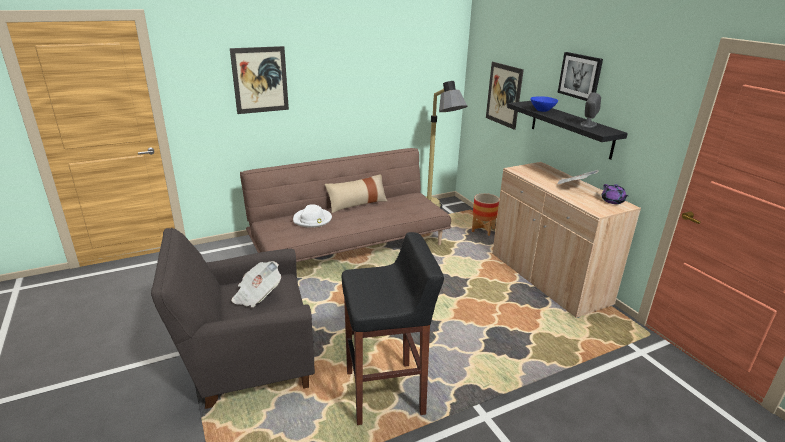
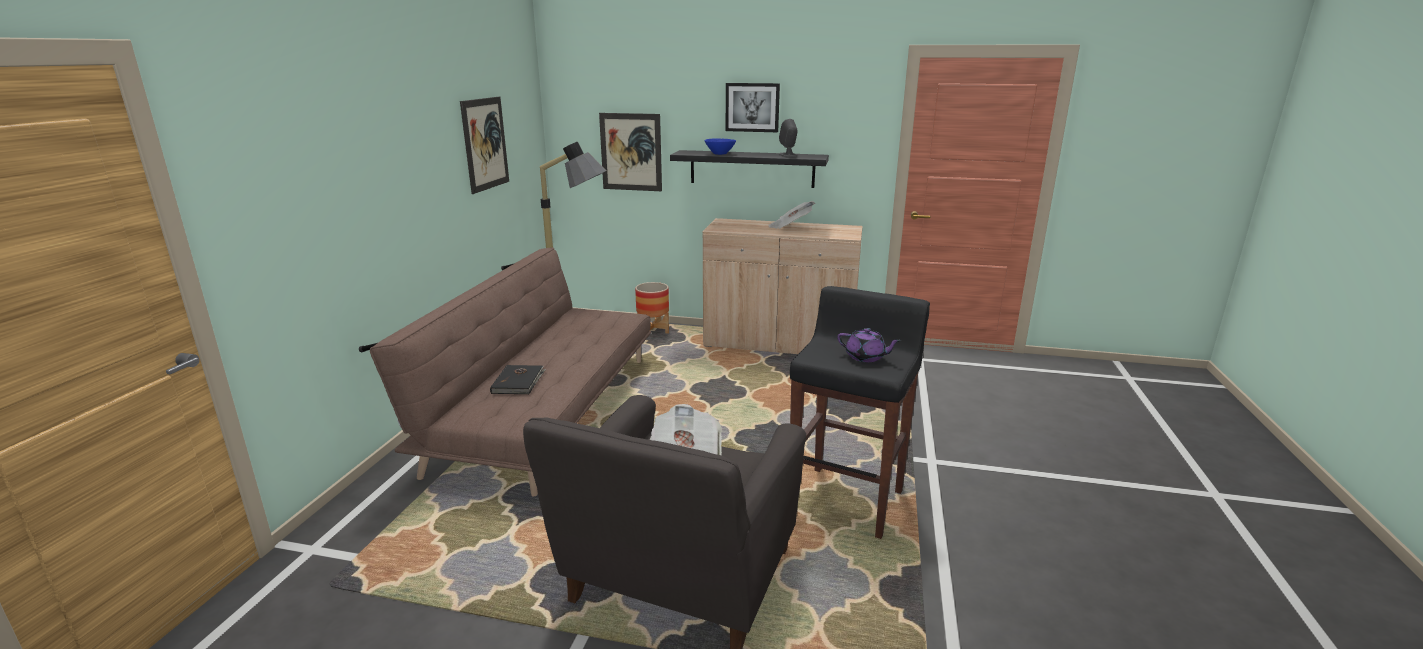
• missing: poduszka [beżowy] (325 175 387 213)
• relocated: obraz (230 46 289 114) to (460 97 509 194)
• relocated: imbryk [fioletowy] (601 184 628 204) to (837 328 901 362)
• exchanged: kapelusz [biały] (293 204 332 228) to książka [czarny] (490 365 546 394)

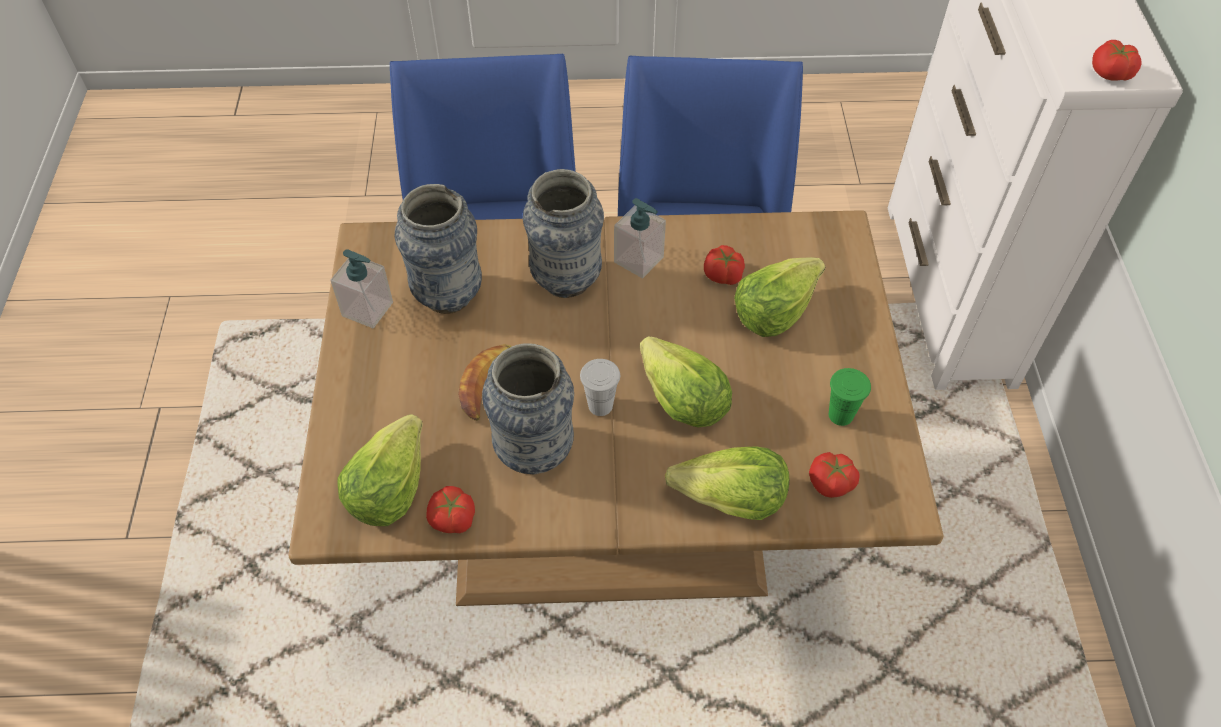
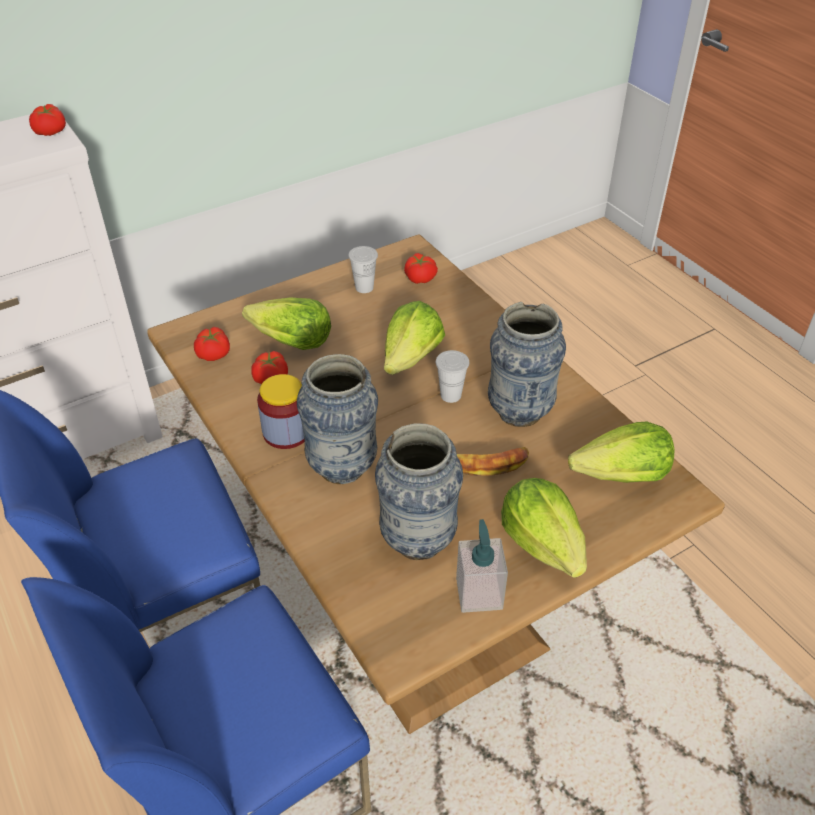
• relocated: pomidor (426 486 475 533) to (194 327 230 361)
• relocated: sałata (665 446 789 520) to (501 478 587 578)
• exchanged: dozownik mydła (614 198 666 278) to słoik (257 374 305 449)
• colour: filiżanka [zielony] (829 368 871 426) to filiżanka [biały] (348 246 378 293)

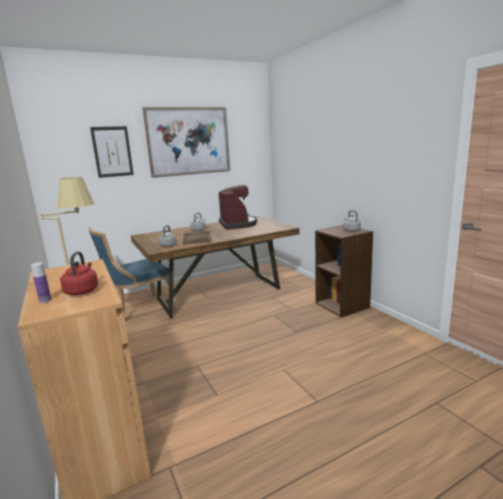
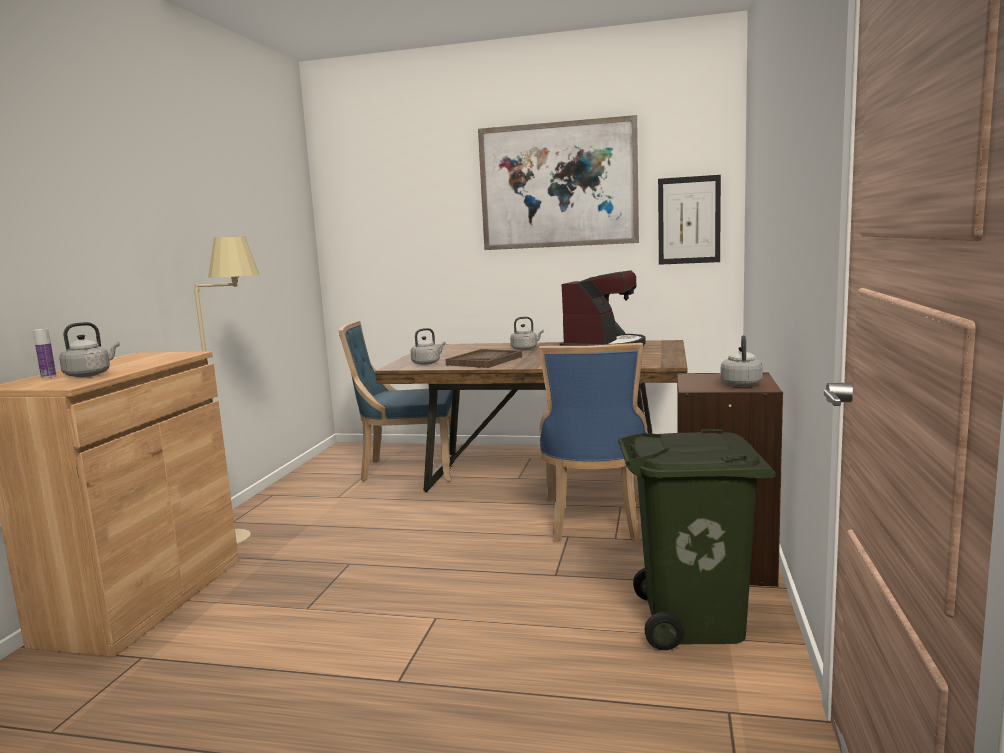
• appeared: krzesło [niebieski] (539 343 647 542)
• appeared: kosz na śmieci [zielony] (618 429 776 650)
• relocated: obraz (90 126 134 178) to (658 175 721 265)
• colour: czajnik [czerwony] (60 251 98 295) to czajnik [szary] (59 322 120 377)

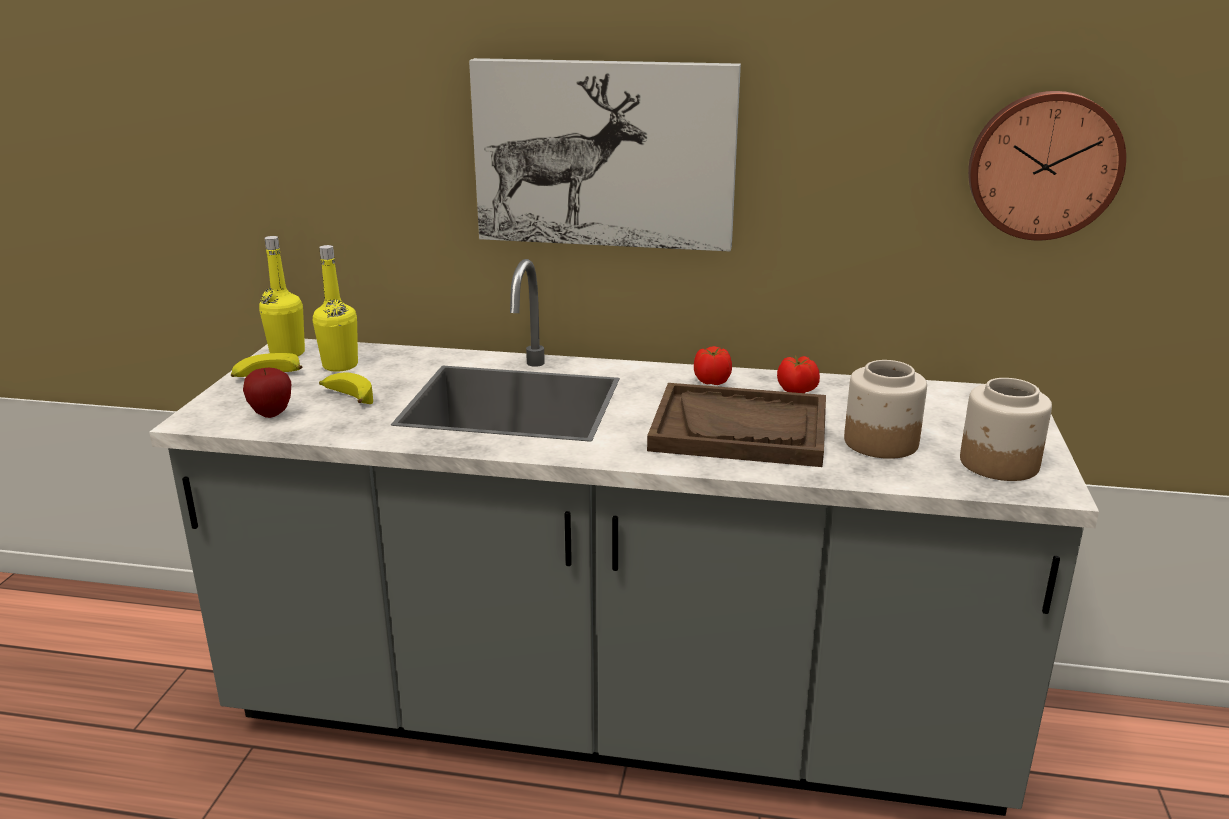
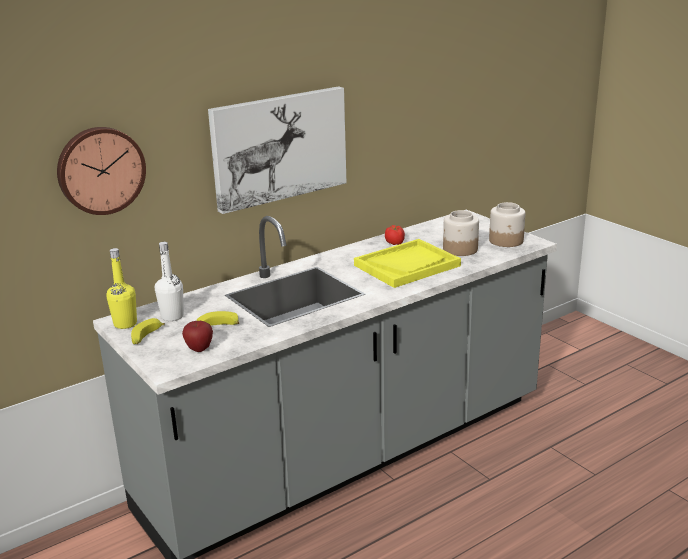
• missing: pomidor (694 346 732 385)
• relocated: zegar ścienny (968 91 1126 241) to (57 127 146 215)
• colour: butelka [żółty] (313 245 358 371) to butelka [biały] (155 242 184 321)
• colour: taca [brązowy] (647 383 826 467) to taca [żółty] (354 239 461 288)

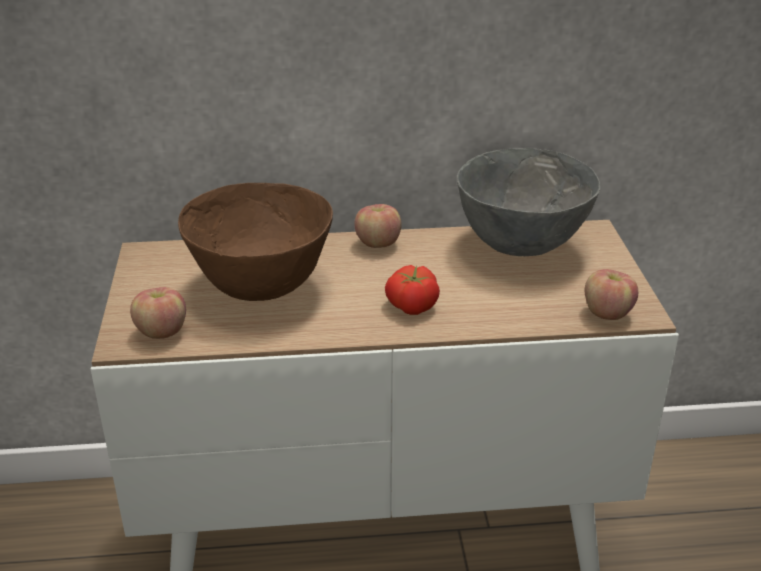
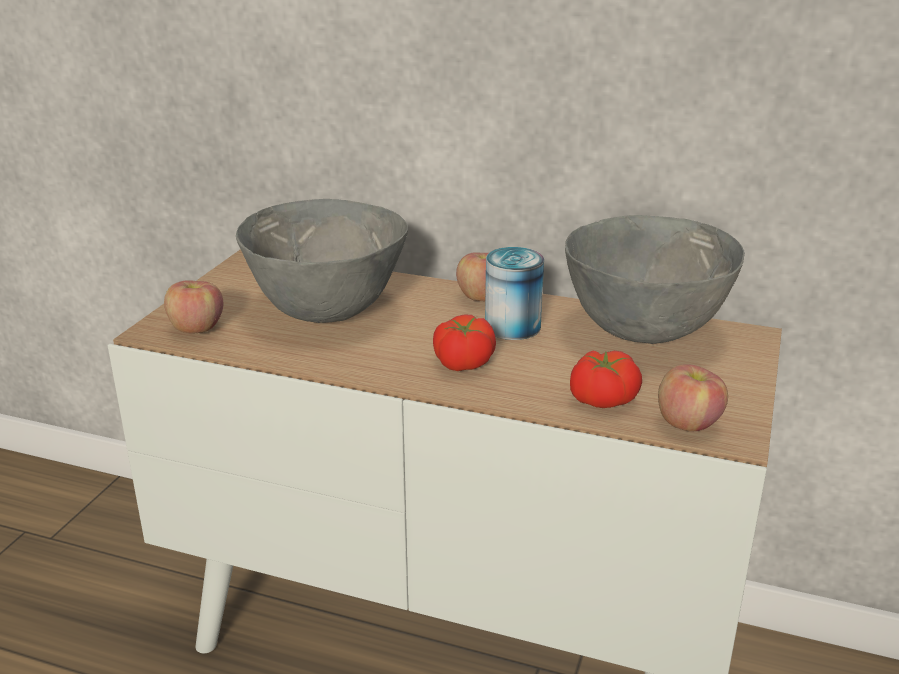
• appeared: puszka (485 247 544 340)
• appeared: pomidor (570 351 642 408)
• colour: miska [brązowy] (178 183 333 301) to miska [szary] (236 199 408 323)

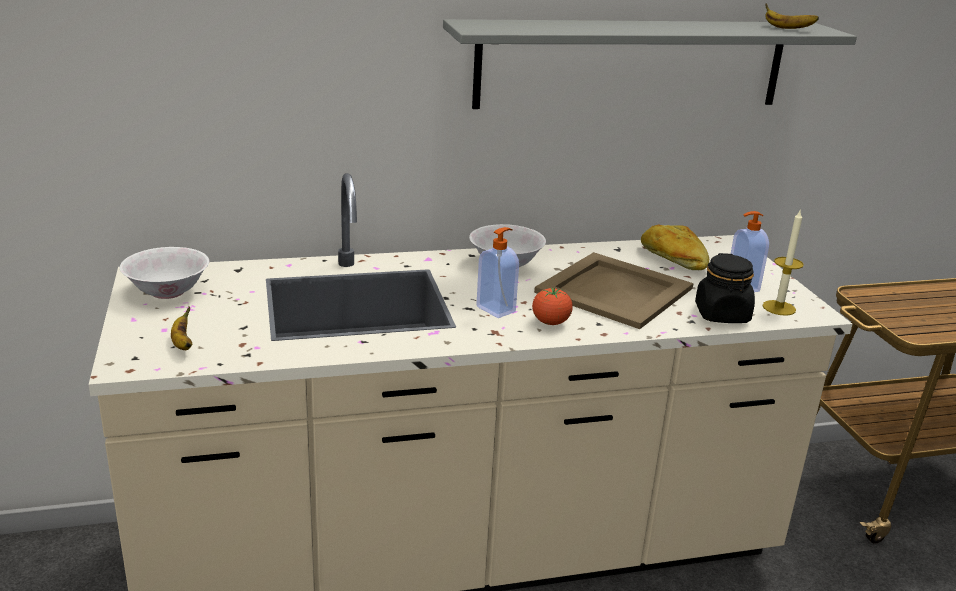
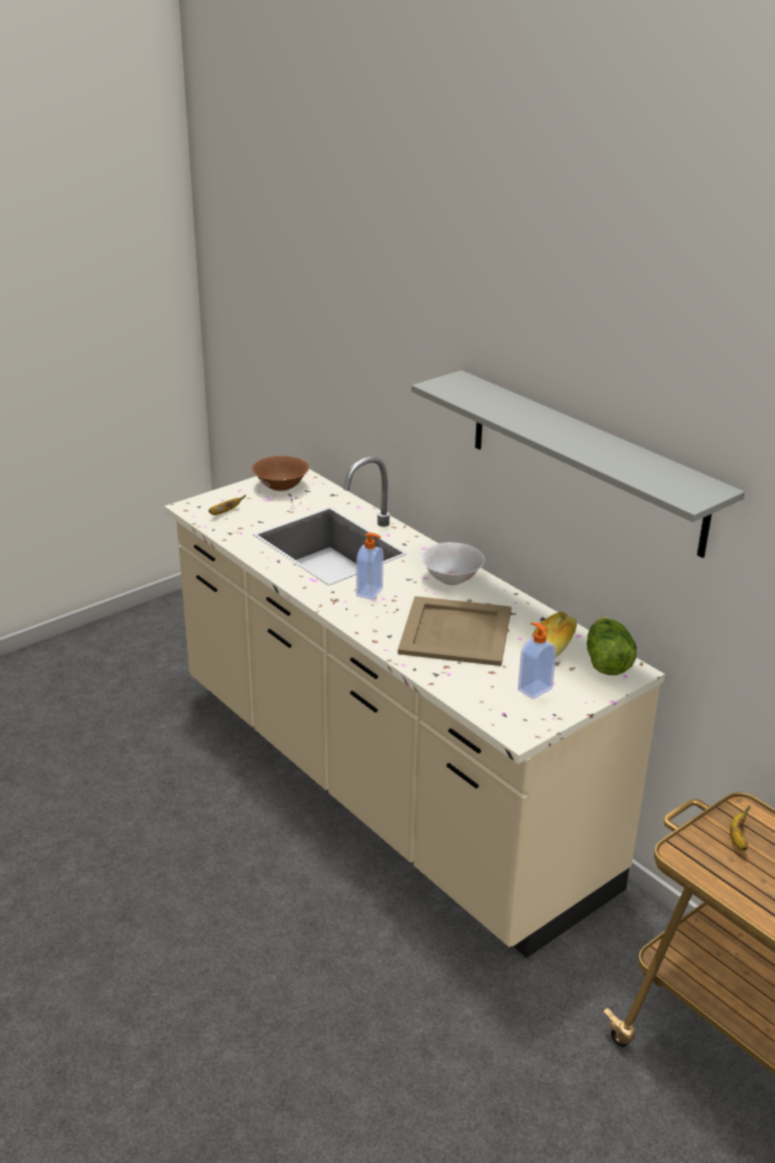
• missing: pomidor (532 288 573 325)
• missing: słoik [czarny] (695 253 755 323)
• missing: świeca (762 209 804 316)
• appeared: sałata (587 616 637 675)
• relocated: banan (765 4 819 29) to (730 805 751 851)
• colour: miska [biały] (120 247 209 299) to miska [brązowy] (252 456 309 491)

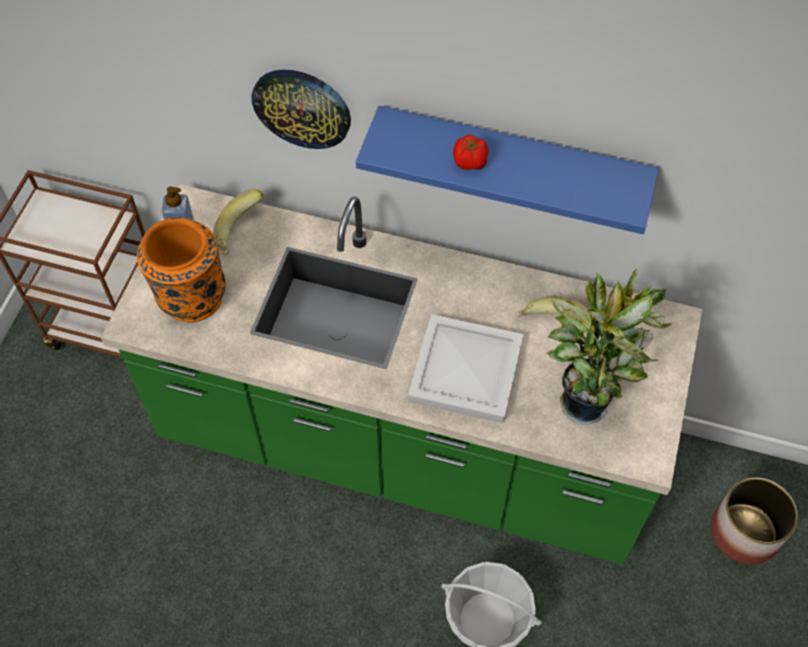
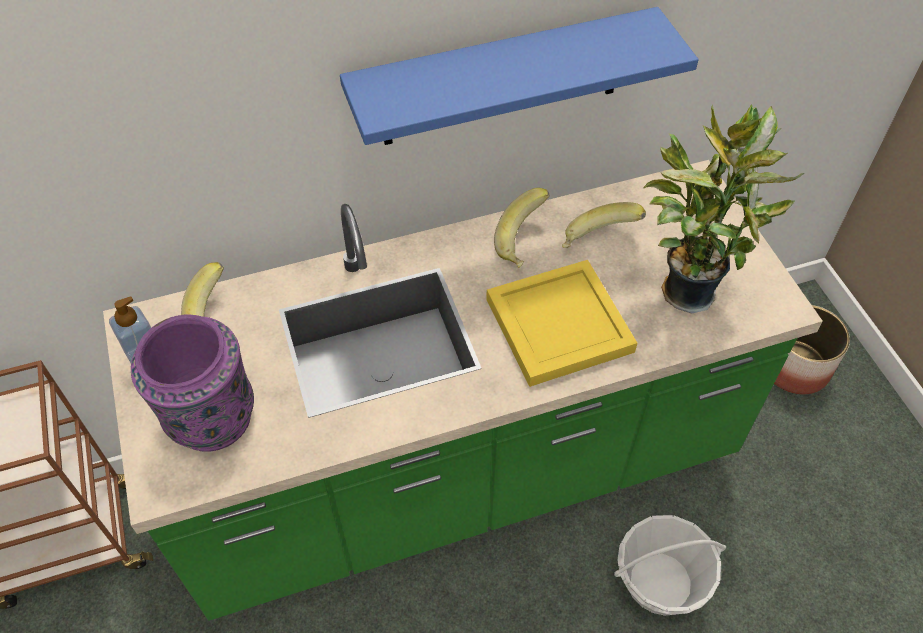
• missing: zegar ścienny (252 70 351 149)
• missing: pomidor (453 135 488 170)
• appeared: banan (494 188 550 268)
• colour: wazon [pomarańczowy] (137 217 226 322) to wazon [fioletowy] (131 315 254 452)
• colour: taca [biały] (408 314 524 423) to taca [żółty] (486 260 637 387)

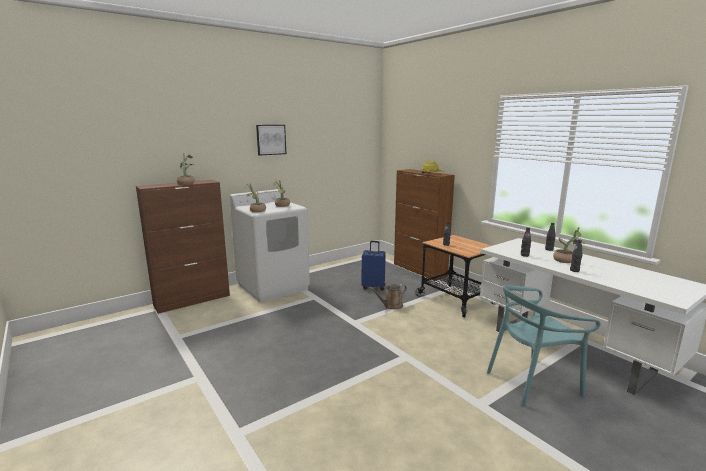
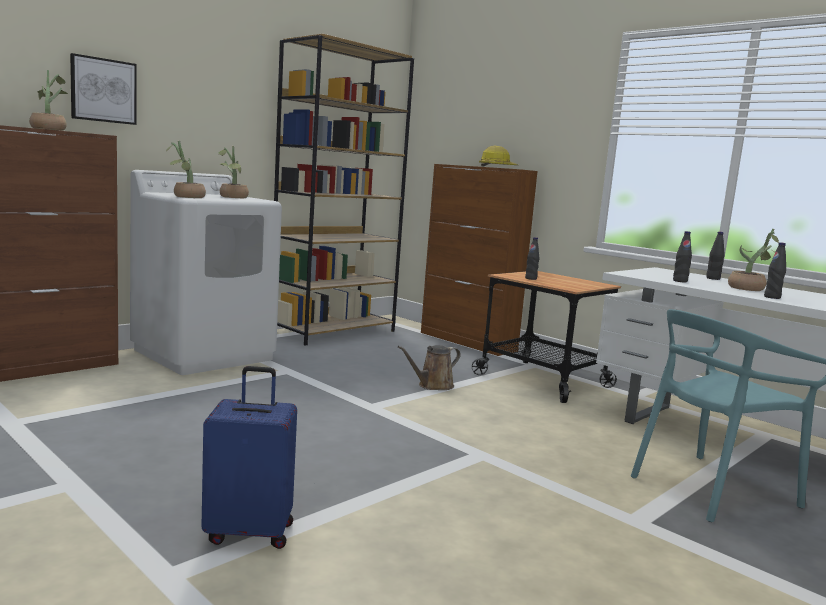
• appeared: regał [brązowy] (274 34 414 346)
• relocated: obraz (256 125 286 156) to (70 53 137 125)
• relocated: walizka [niebieski] (362 241 386 291) to (201 366 297 549)

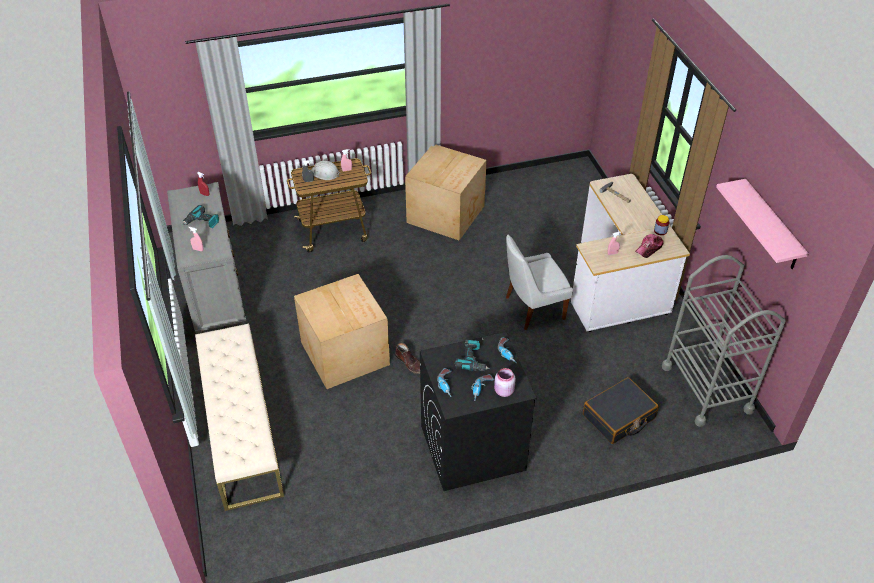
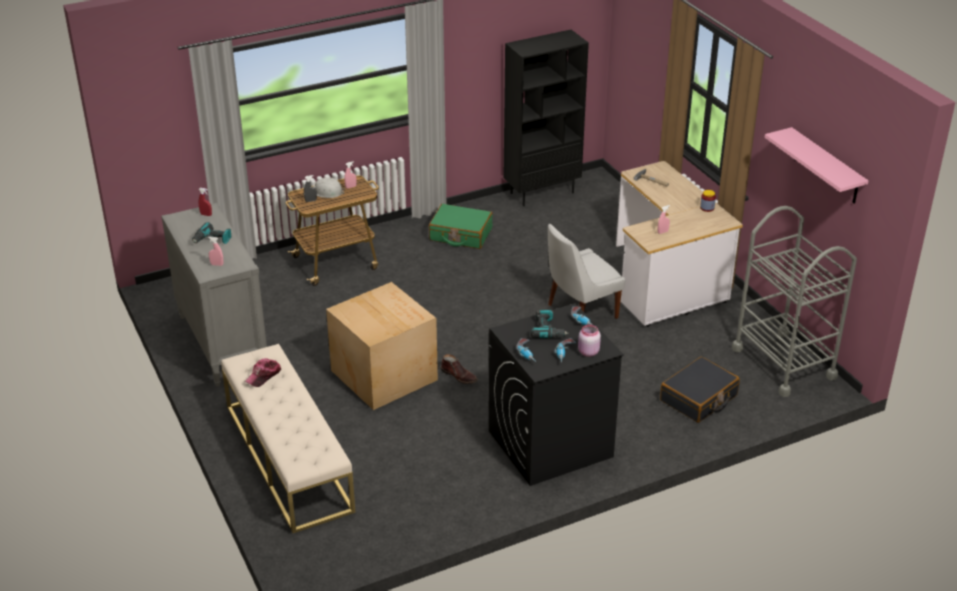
• appeared: regał [czarny] (504 30 589 206)
• relocated: czapka z daszkiem (635 234 664 258) to (245 358 282 387)
• exchanged: karton (405 145 487 240) to walizka [zielony] (429 204 493 249)

